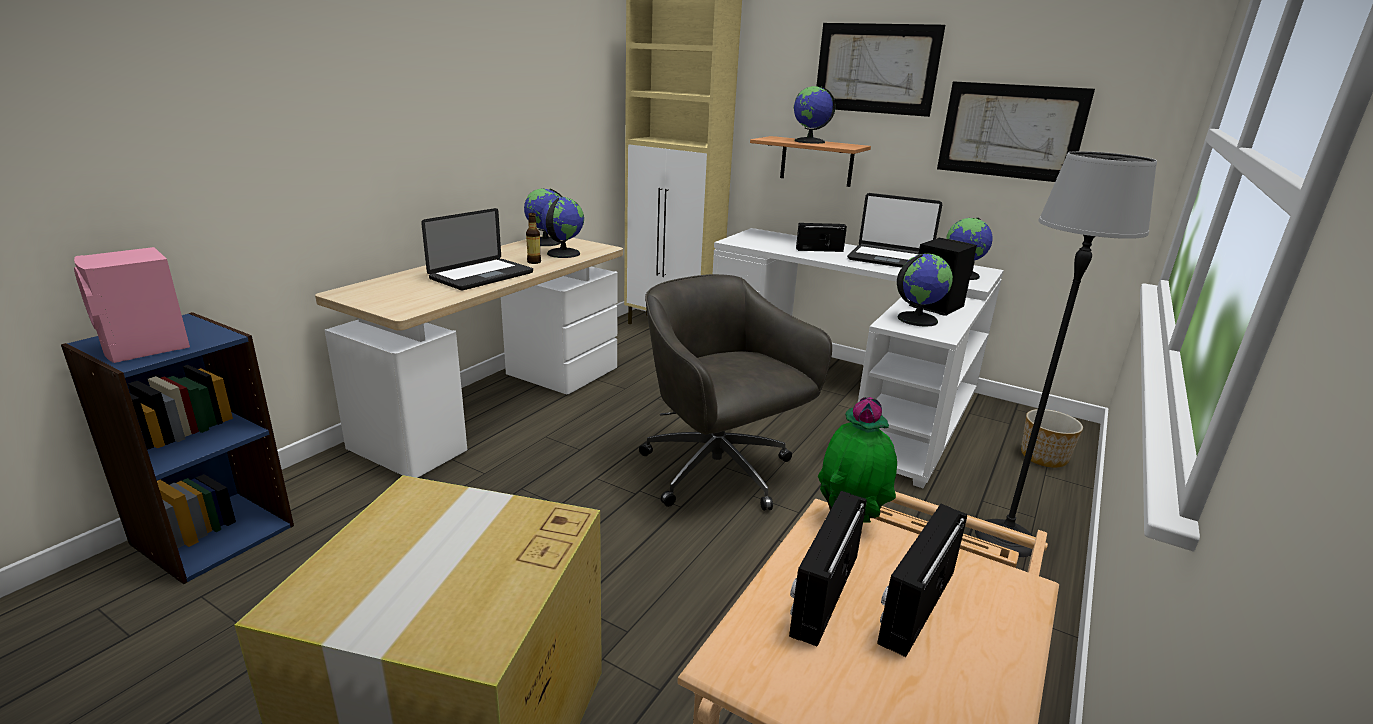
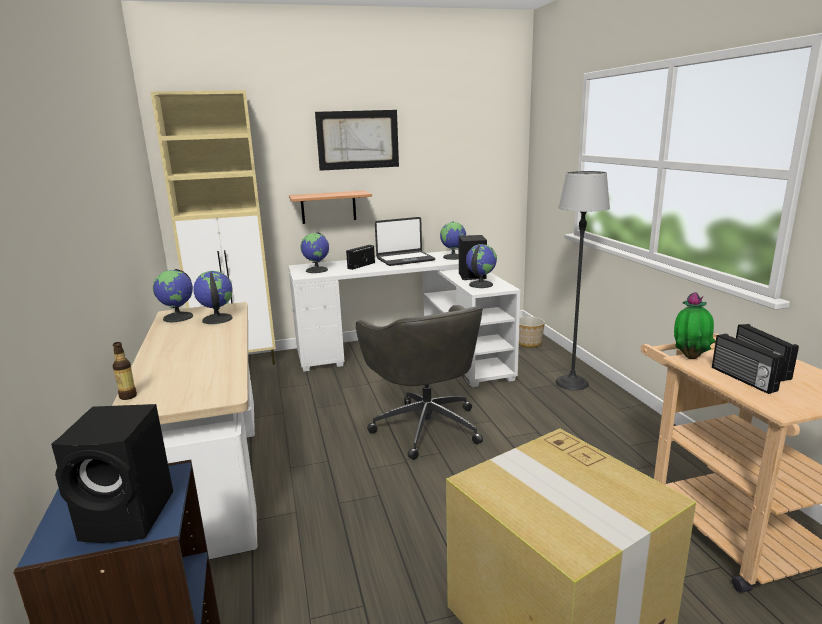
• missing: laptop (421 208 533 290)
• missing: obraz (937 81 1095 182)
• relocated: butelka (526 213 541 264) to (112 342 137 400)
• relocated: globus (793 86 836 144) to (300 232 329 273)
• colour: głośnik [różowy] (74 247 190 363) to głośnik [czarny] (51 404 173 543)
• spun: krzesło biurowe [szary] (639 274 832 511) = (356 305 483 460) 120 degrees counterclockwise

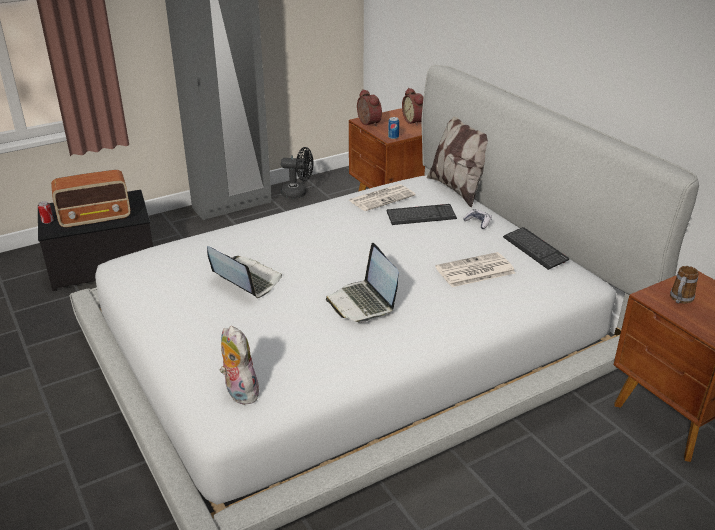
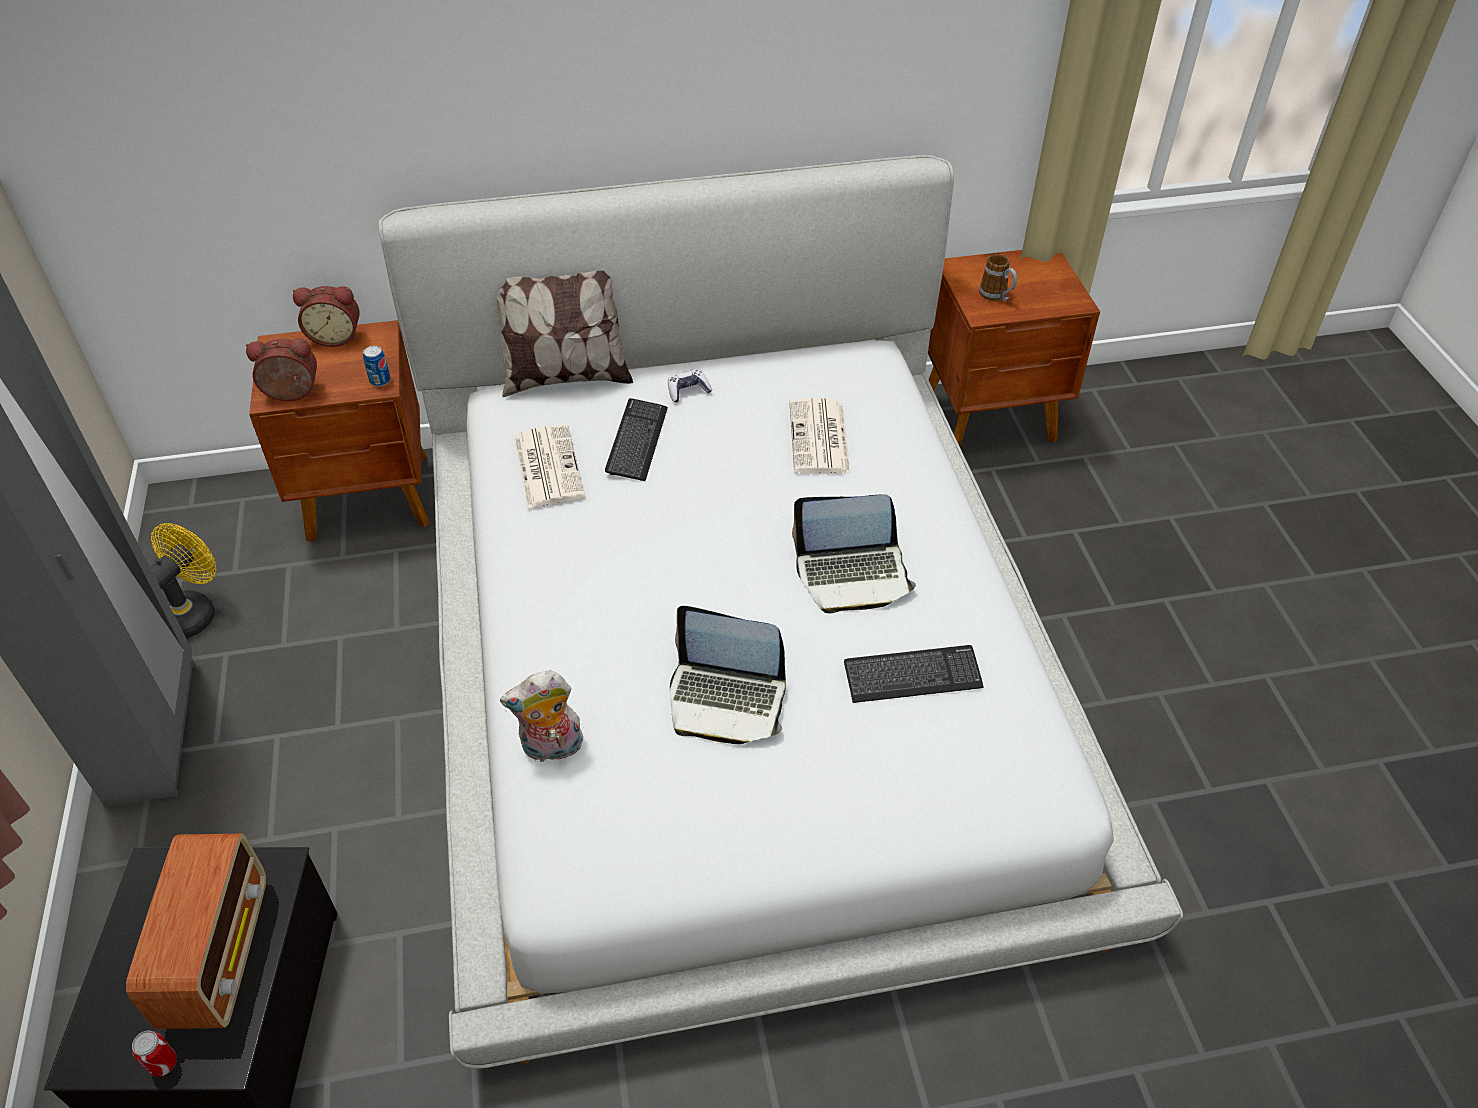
• relocated: pluszak (220 326 259 405) to (500 671 583 762)
• relocated: klawiatura (503 227 569 270) to (844 645 983 703)
• colour: wentylator [czarny] (281 147 313 198) to wentylator [żółty] (150 523 217 638)
• spun: laptop (207 246 282 298) = (670 606 786 744) 135 degrees counterclockwise

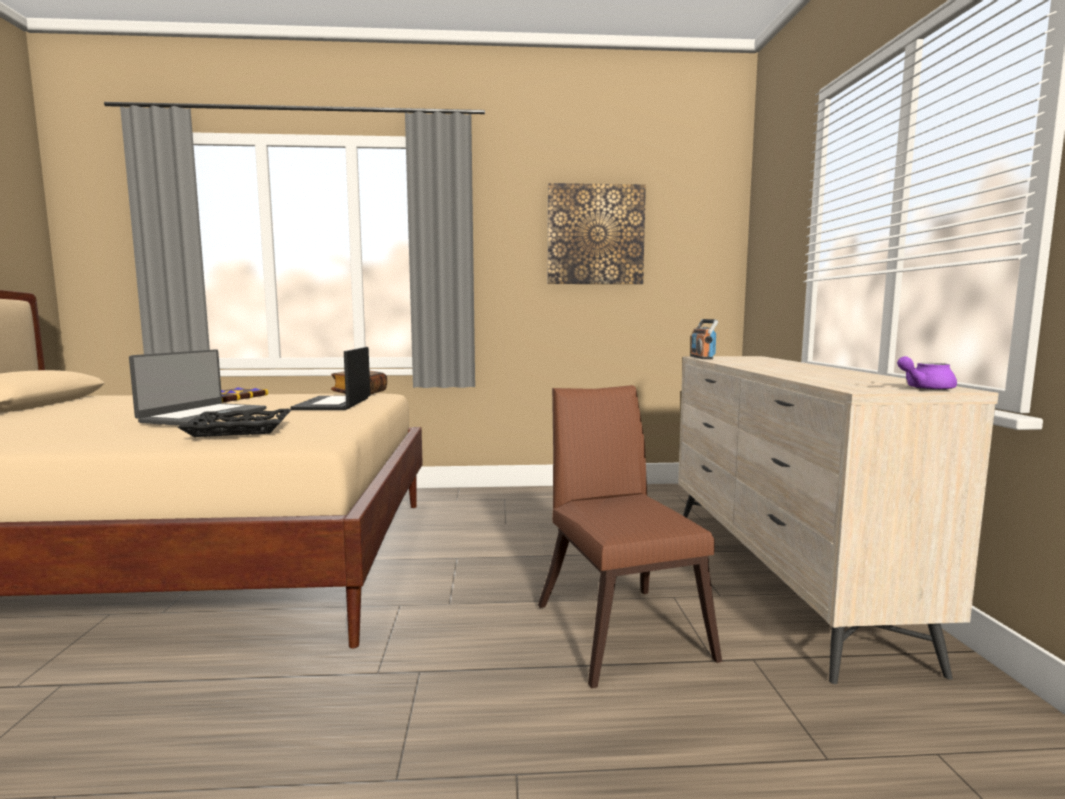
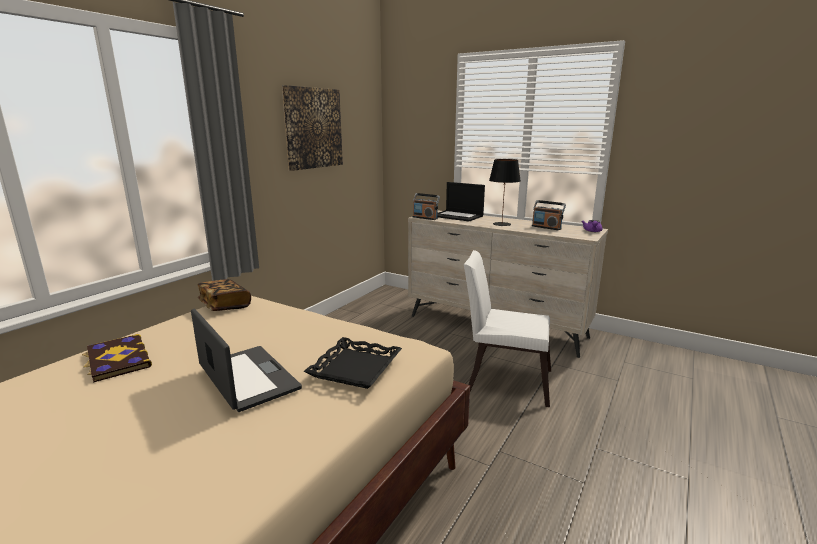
• appeared: lampa stołowa [czarny] (489 159 521 226)
• appeared: radio (532 200 566 230)
• relocated: laptop (291 347 370 410) to (437 182 485 221)
• colour: krzesło [brązowy] (538 385 722 688) to krzesło [biały] (464 250 551 407)

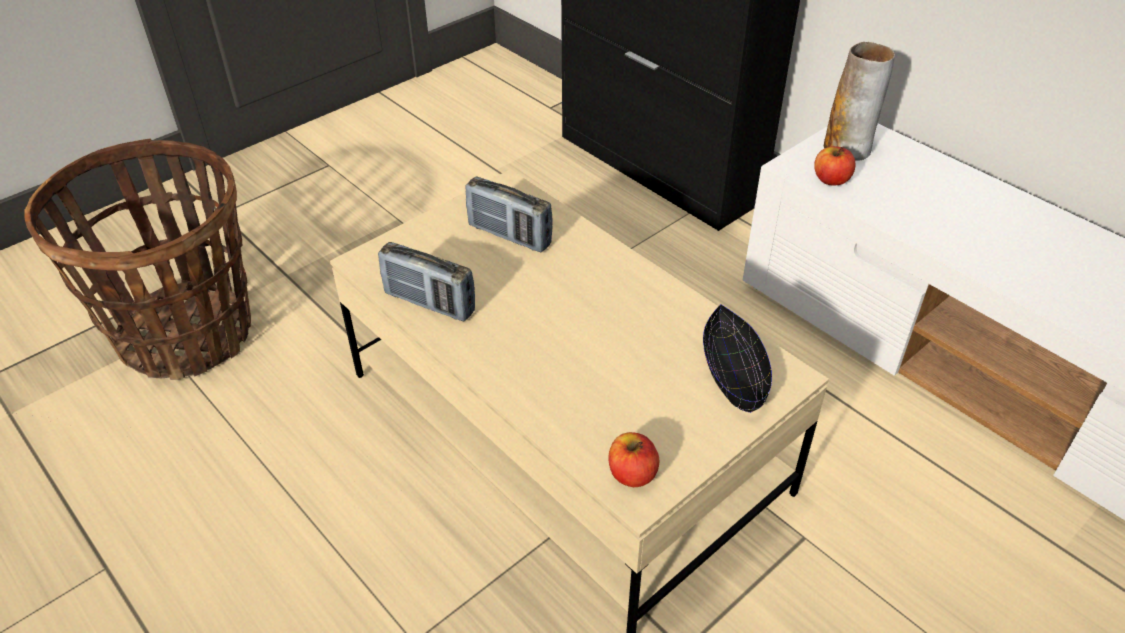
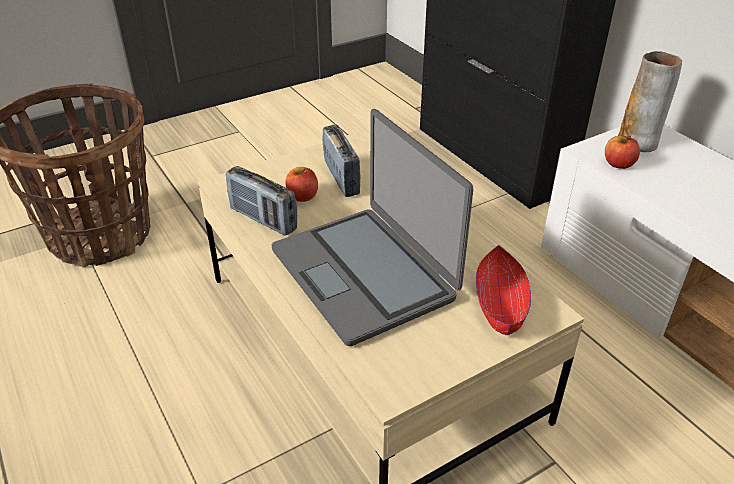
• appeared: laptop (272 109 473 346)
• relocated: jabłko (608 432 659 487) to (285 167 318 202)
• colour: miska [czarny] (703 304 772 413) to miska [czerwony] (476 245 531 336)
• spun: radio (465 177 553 252) = (323 125 361 197) 150 degrees counterclockwise

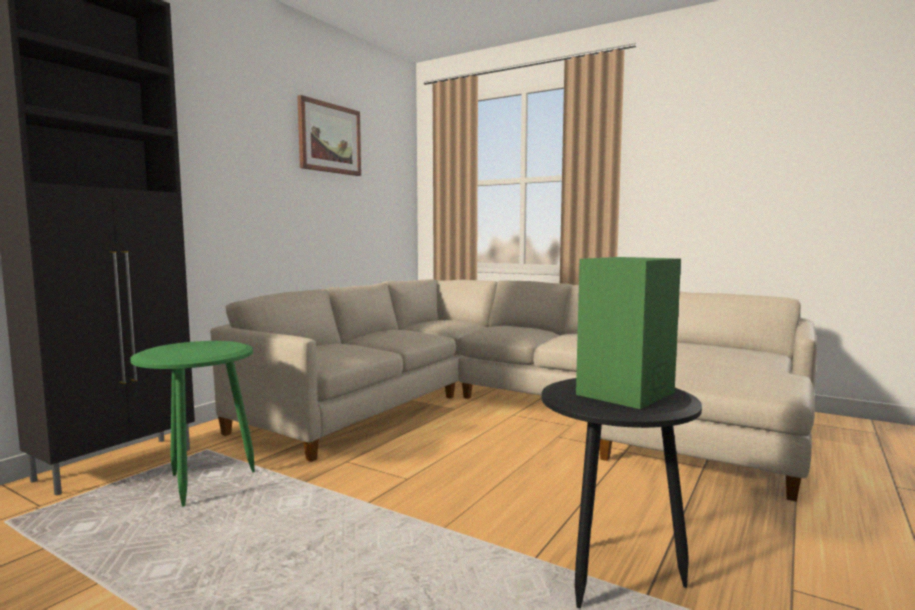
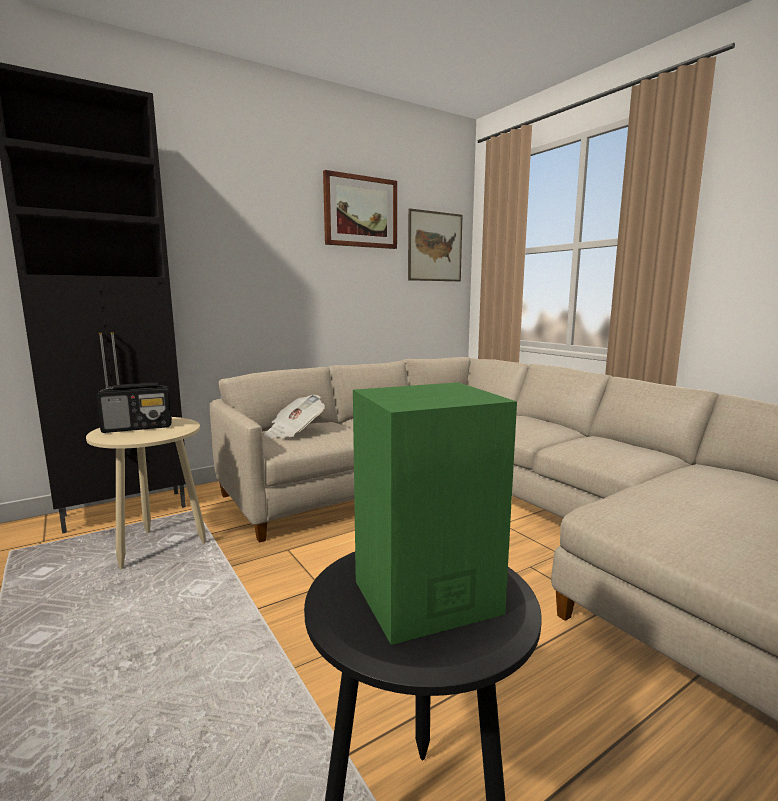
• appeared: radio (96 383 172 433)
• appeared: gazeta (264 395 325 438)
• appeared: obraz (408 208 463 281)
• colour: stolik [zielony] (130 341 255 507) to stolik [beżowy] (86 417 206 569)

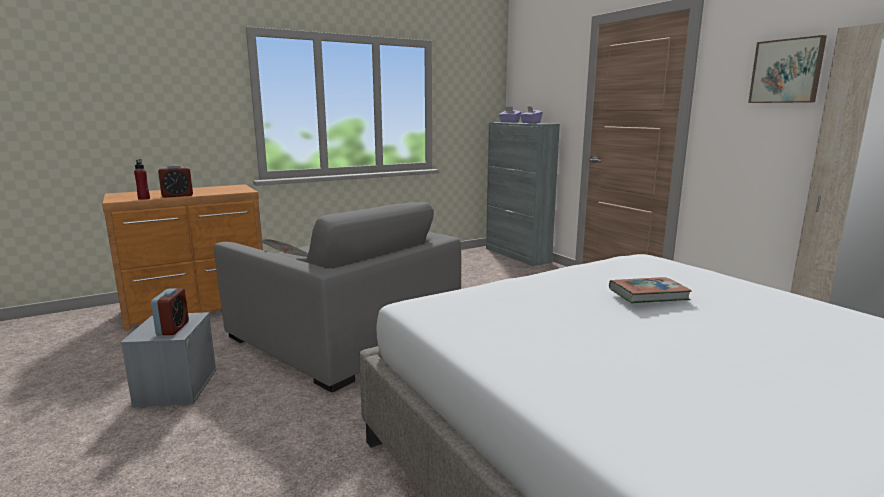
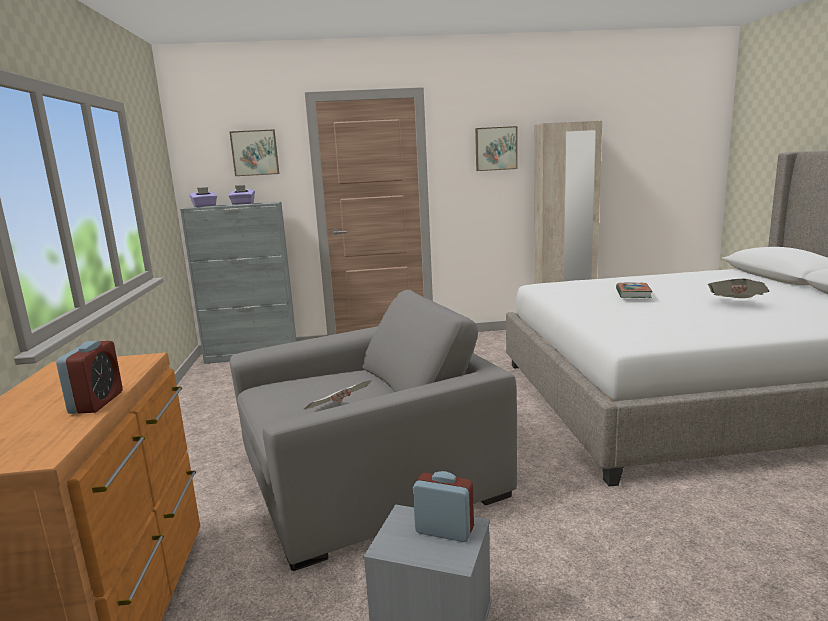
• missing: butelka [czerwony] (134 159 150 200)
• appeared: obraz (230 129 279 176)
• appeared: gazeta (708 279 769 298)

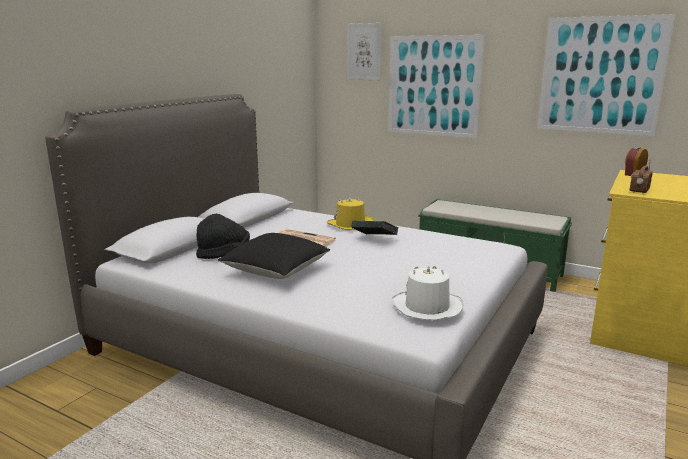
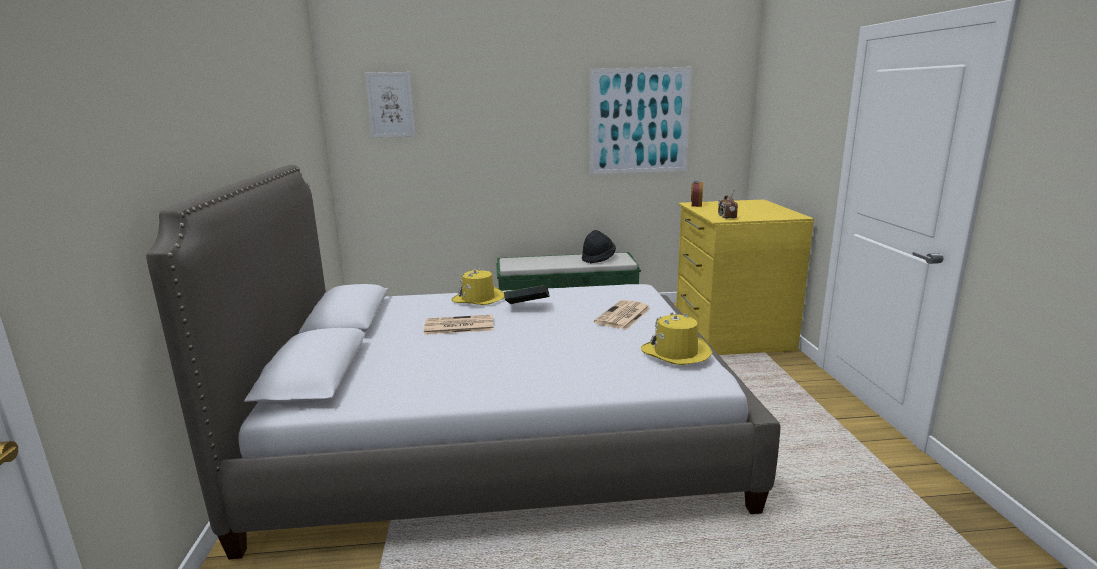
• missing: poduszka [czarny] (218 233 330 279)
• missing: obraz (388 35 485 139)
• appeared: gazeta (594 300 651 330)
• relocated: kapelusz [czarny] (196 214 250 259) to (582 230 616 263)
• colour: kapelusz [biały] (392 266 463 321) to kapelusz [żółty] (641 313 712 365)

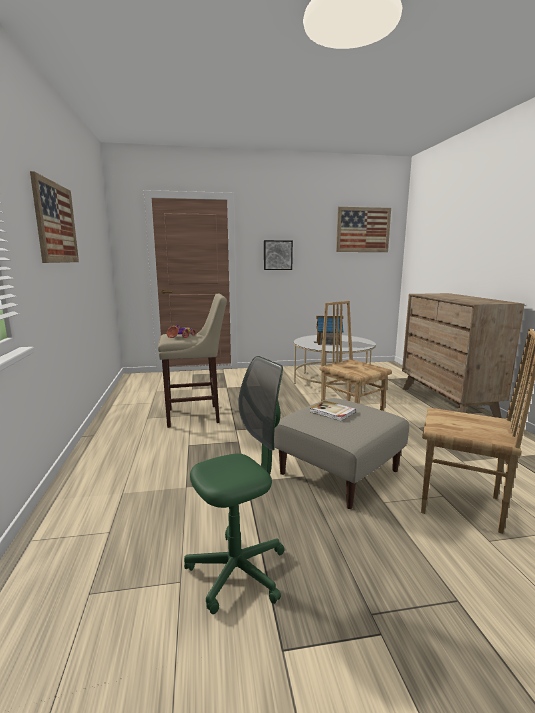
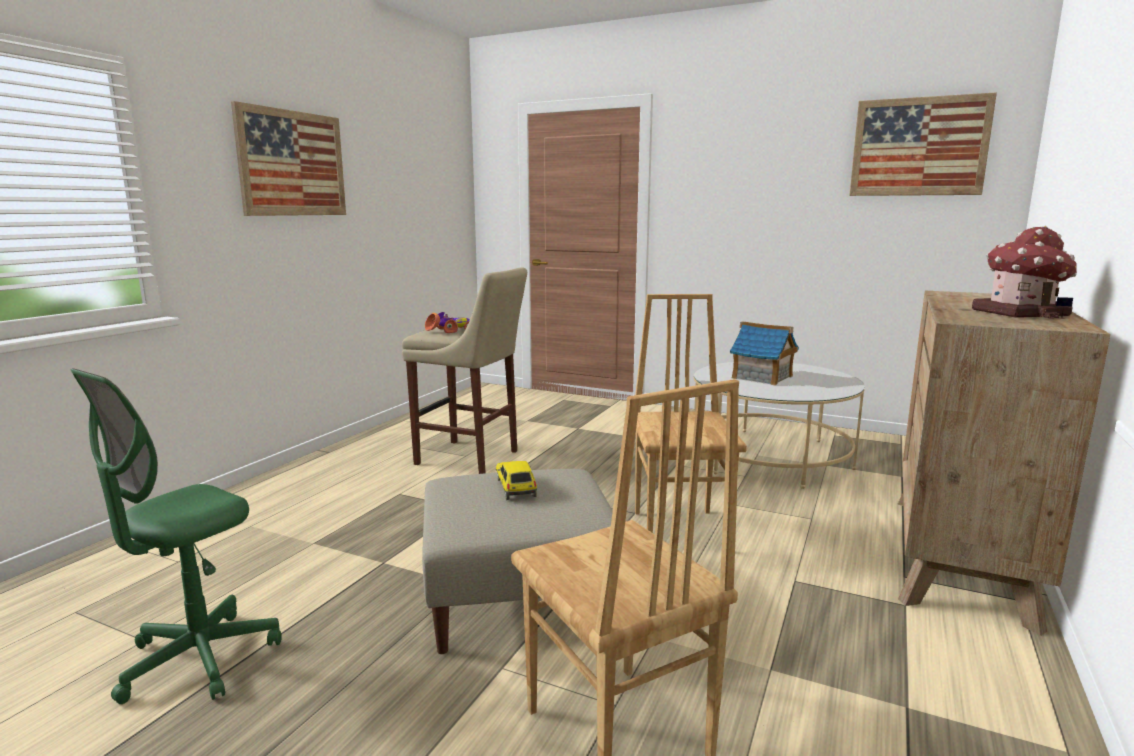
• missing: obraz (264 240 293 270)
• appeared: domek (972 226 1077 319)
• exchanged: książka (310 400 356 421) to samochodzik (496 461 537 500)
• spun: krzesło biurowe [zielony] (184 356 285 614) = (70 368 282 704) 120 degrees clockwise

